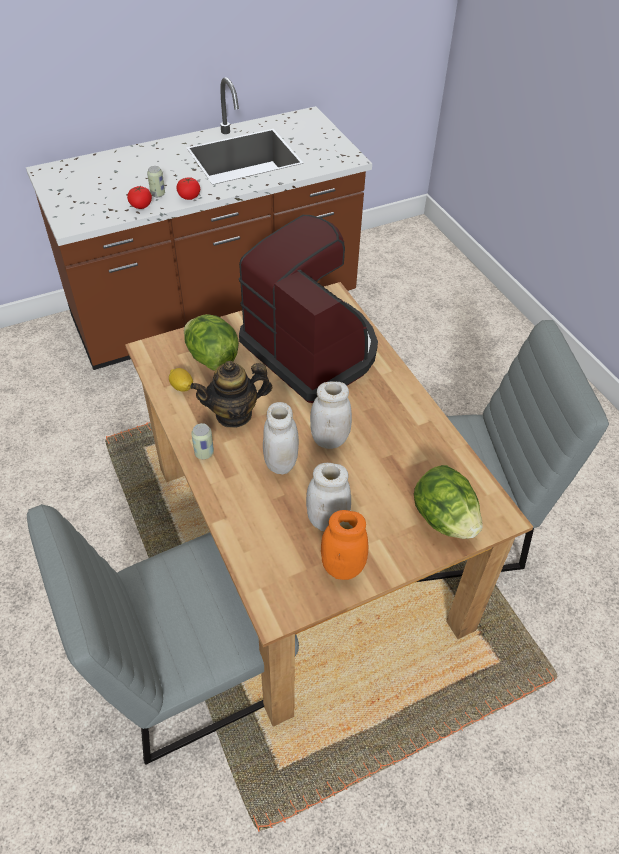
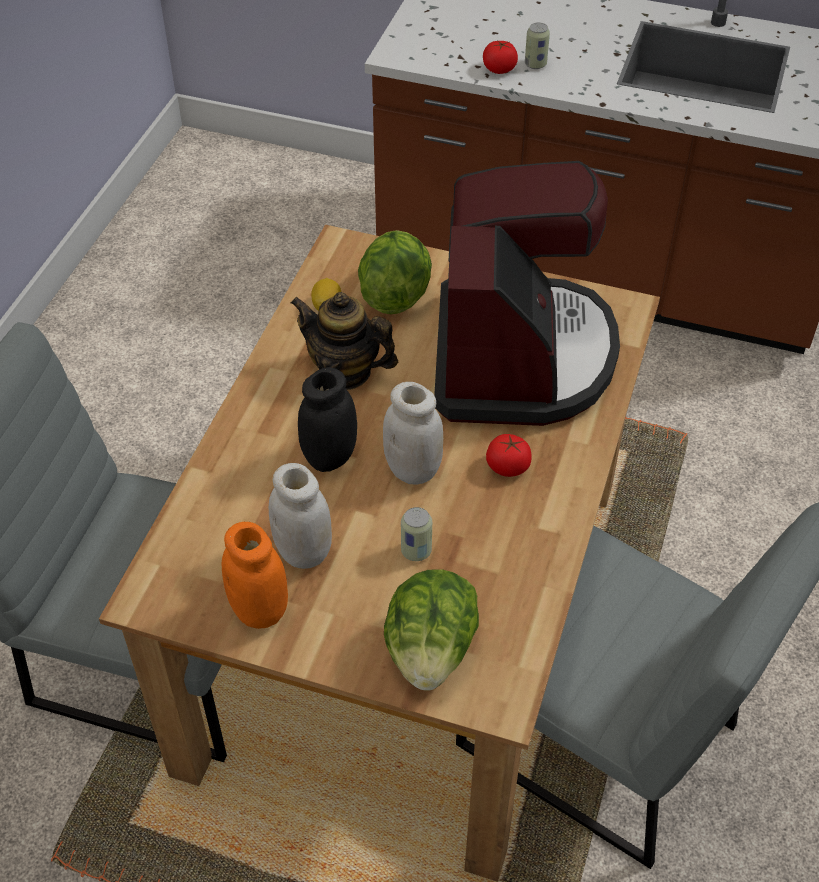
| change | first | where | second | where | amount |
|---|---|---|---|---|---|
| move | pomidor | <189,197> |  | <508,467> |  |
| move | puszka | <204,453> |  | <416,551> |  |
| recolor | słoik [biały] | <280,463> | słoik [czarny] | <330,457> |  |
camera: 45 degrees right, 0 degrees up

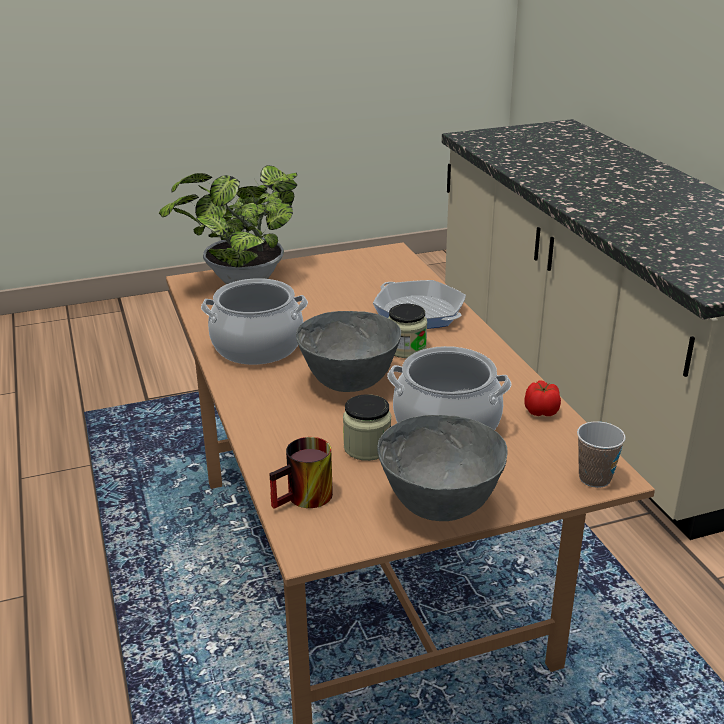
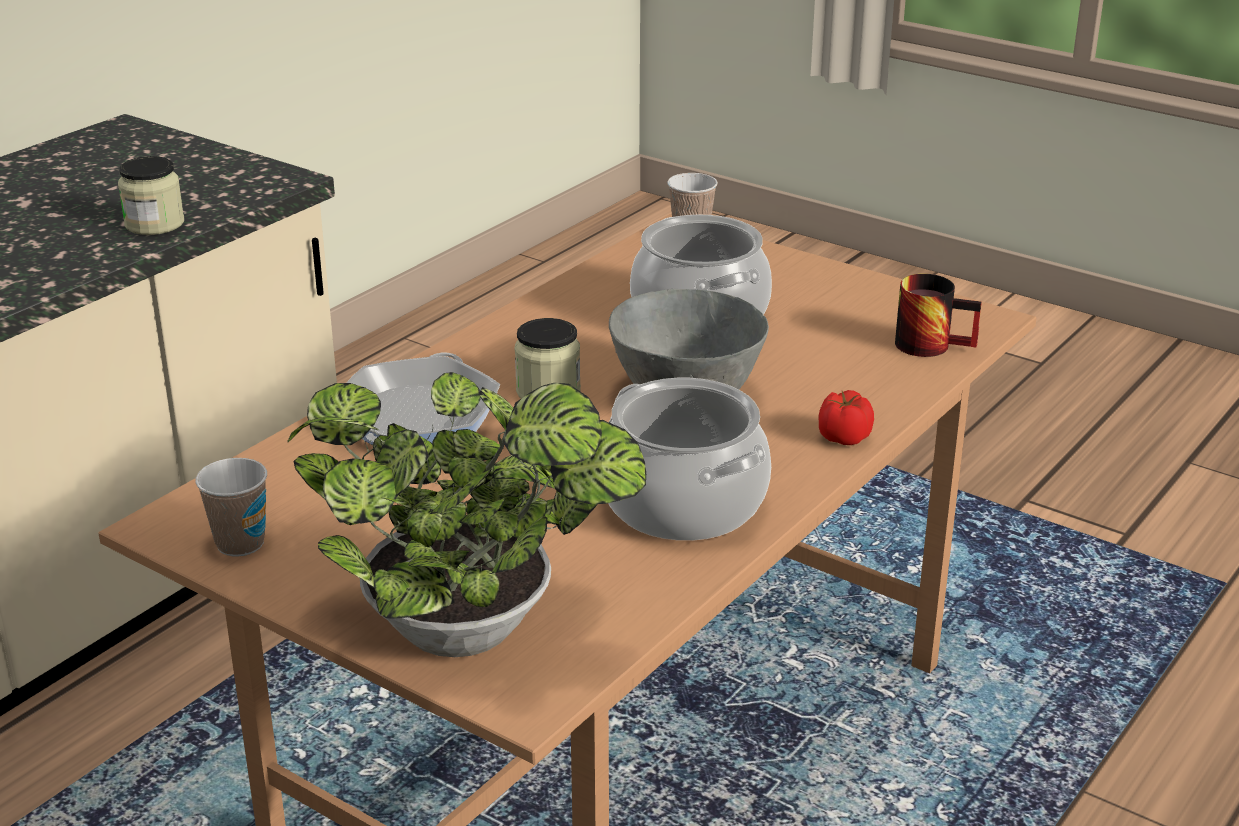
| change | first | where | second | where | amount |
|---|---|---|---|---|---|
| delete | miska [szary] | <440,506> |  |  |  |
| insert |  |  | filiżanka | <240,543> |  |
| move | słoik | <367,447> |  | <154,224> |  |
| move | pomidor | <541,411> |  | <842,438> |  |
camera: 125 degrees left, 0 degrees up

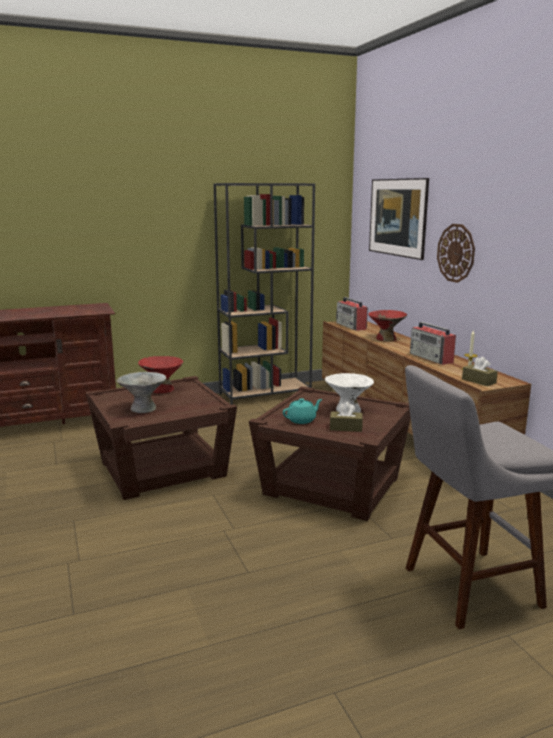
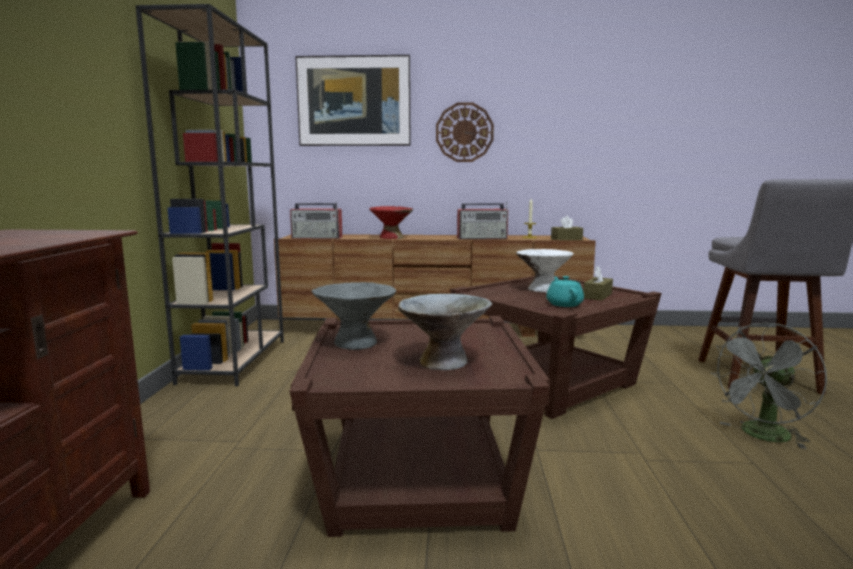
| change | first | where | second | where | amount |
|---|---|---|---|---|---|
| insert |  |  | wentylator [szary] | <762,436> |  |
| recolor | miska [czerwony] | <162,389> | miska [szary] | <355,343> |  |
camera: 65 degrees left, 5 degrees down

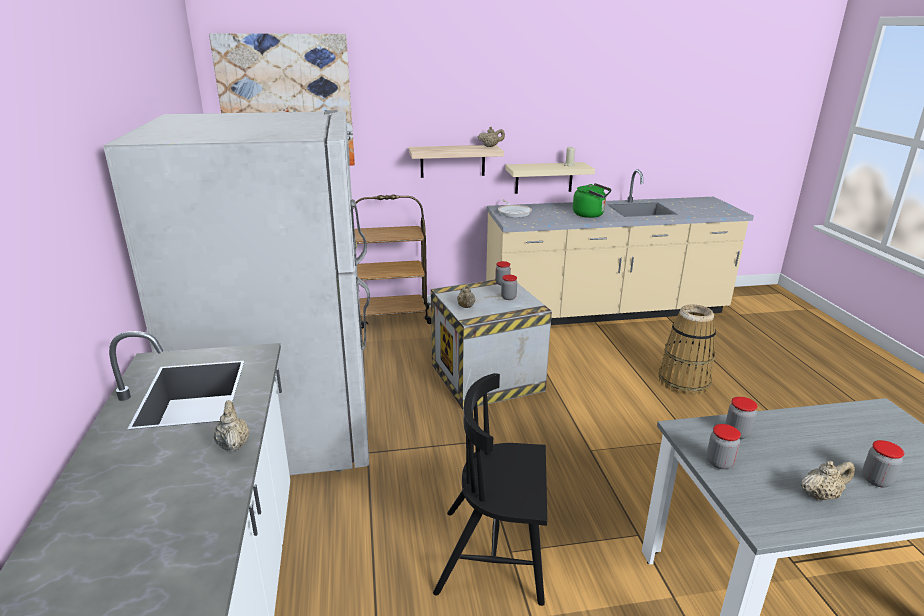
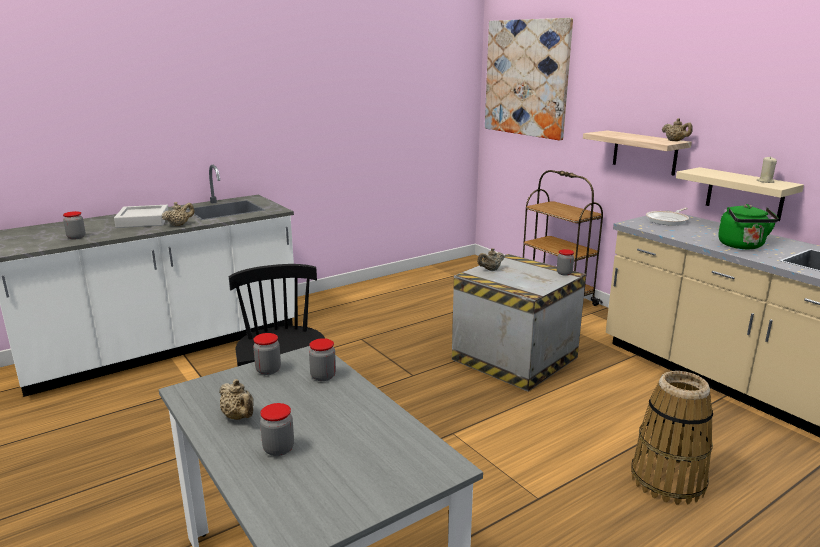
| change | first | where | second | where | amount |
|---|---|---|---|---|---|
| delete | lodówka [biały] | <286,429> |  |  |  |
| insert |  |  | taca [szary] | <143,221> |  |
| move | słoik | <508,297> |  | <76,237> |  |
camera: 65 degrees right, 5 degrees down

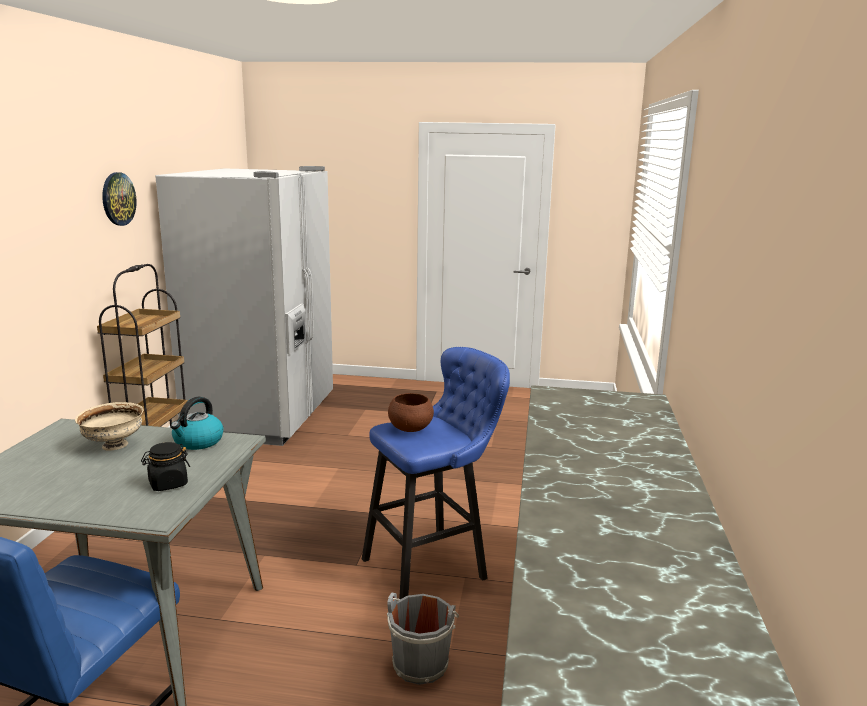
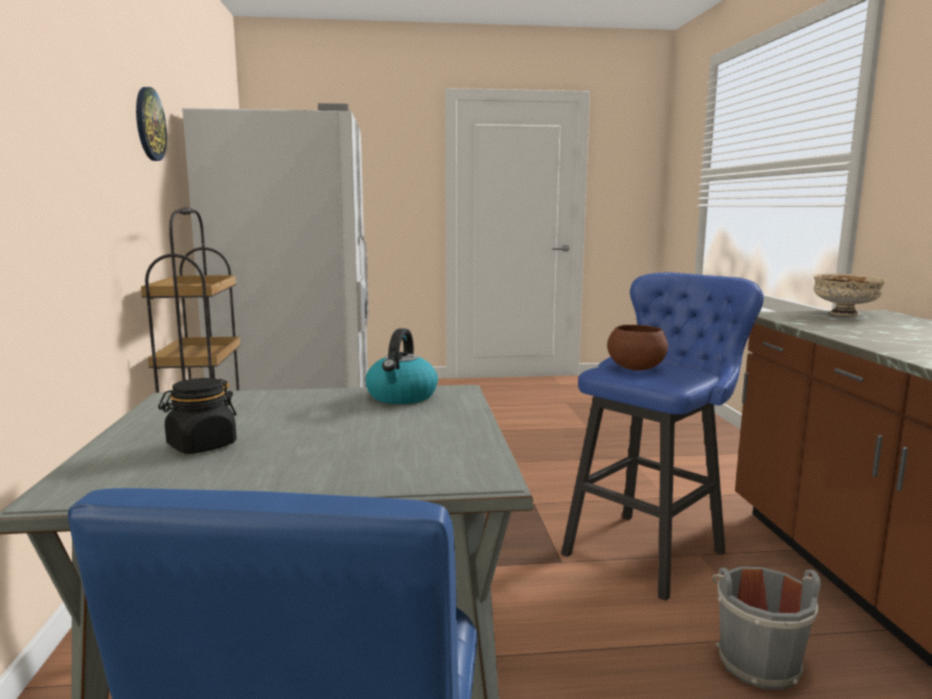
| change | first | where | second | where | amount |
|---|---|---|---|---|---|
| move | miska [beżowy] | <114,446> |  | <845,314> |  |
| move | słoik [czarny] | <168,484> |  | <201,446> |  |
camera: 15 degrees left, 5 degrees down

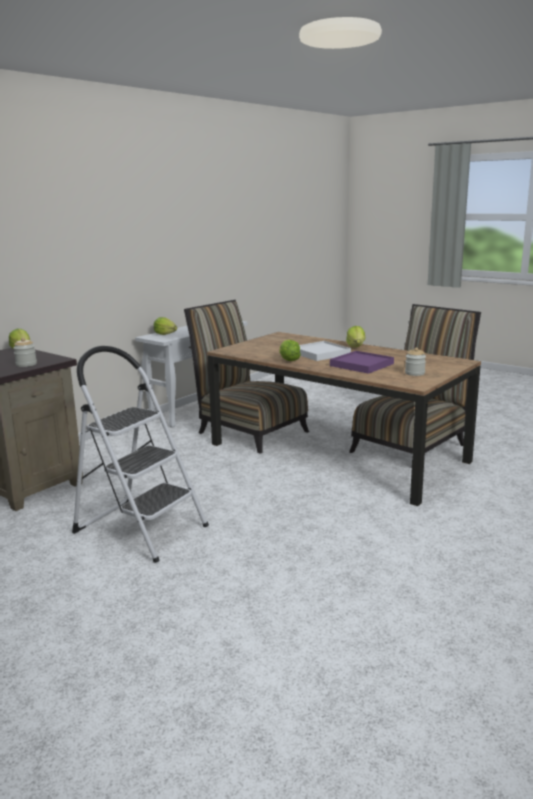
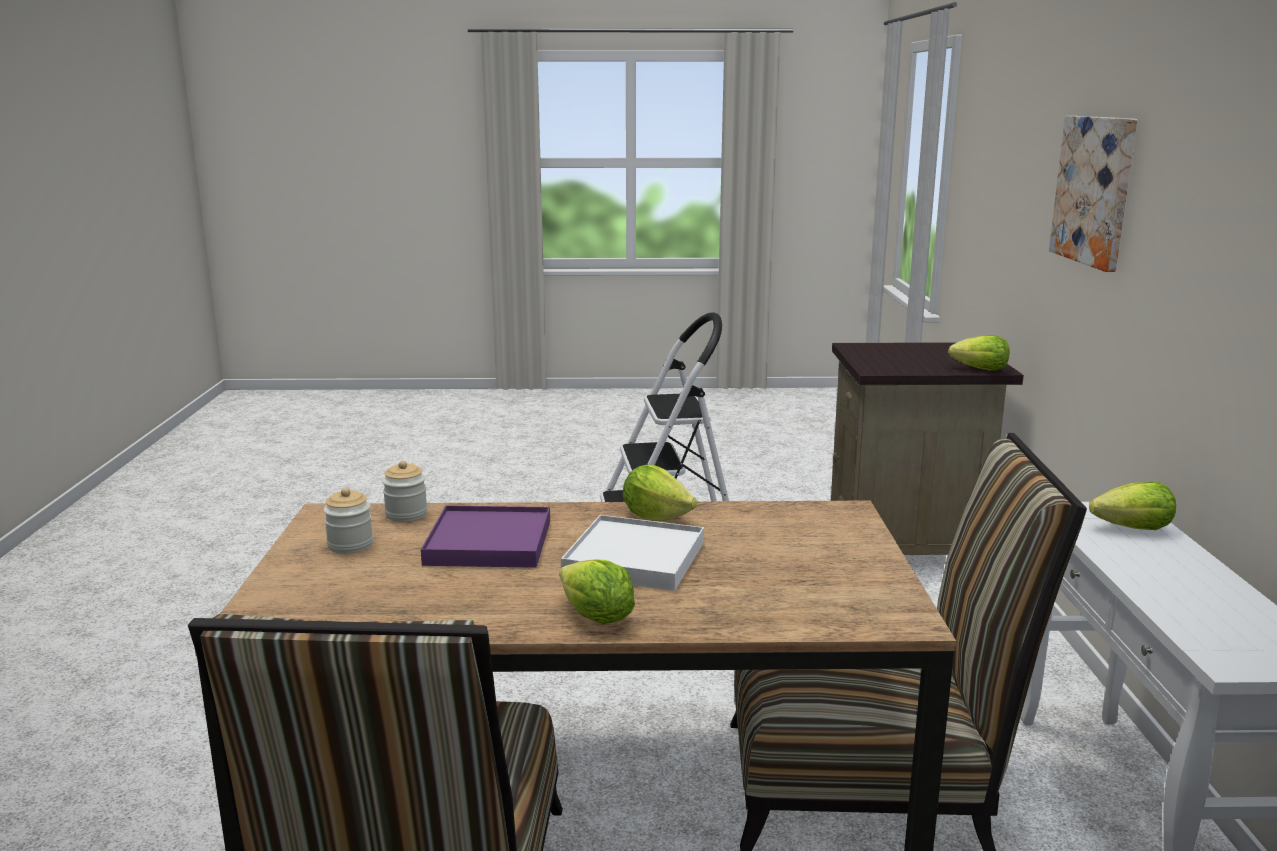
| change | first | where | second | where | amount |
|---|---|---|---|---|---|
| insert |  |  | obraz | <1095,190> |  |
| move | słoik | <26,364> |  | <406,514> |  |
camera: 140 degrees right, 0 degrees up

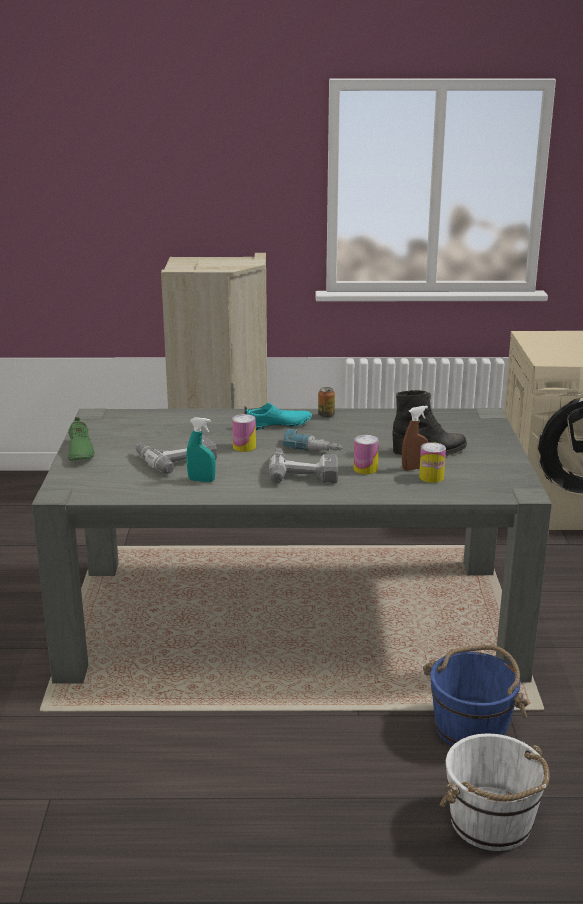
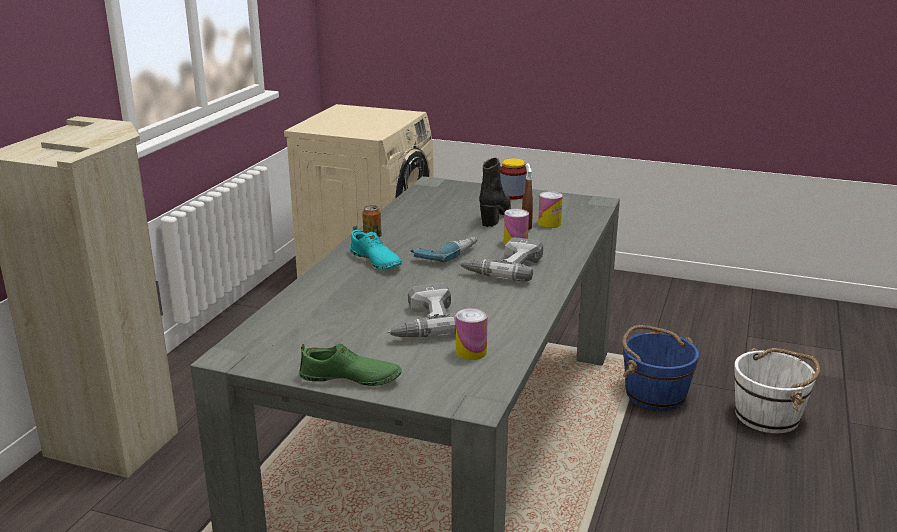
| change | first | where | second | where | amount |
|---|---|---|---|---|---|
| delete | spryskiwacz [turkusowy] | <201,480> |  |  |  |
| insert |  |  | słoik | <512,195> |  |
| move | puszka | <244,447> |  | <471,352> |  |
| rotate | but [turkusowy] | <277,425> |  | <375,261> | 135 degrees clockwise |
camera: 70 degrees left, 0 degrees up

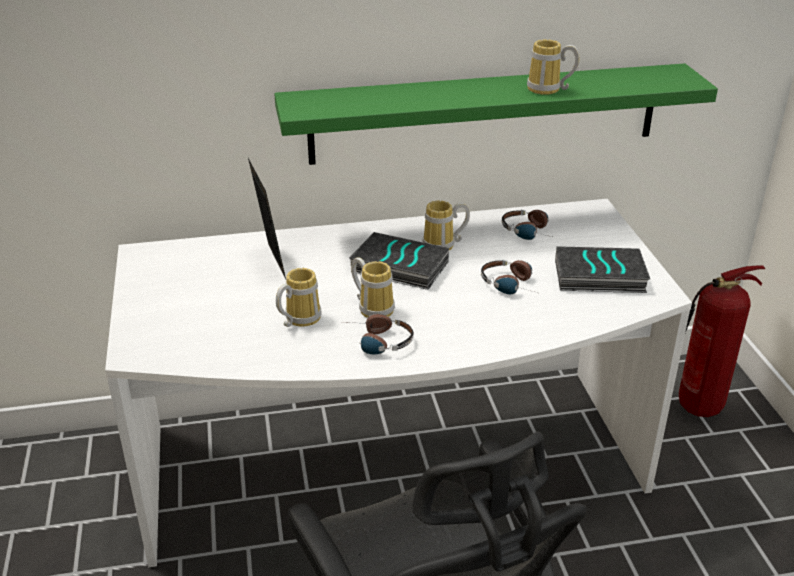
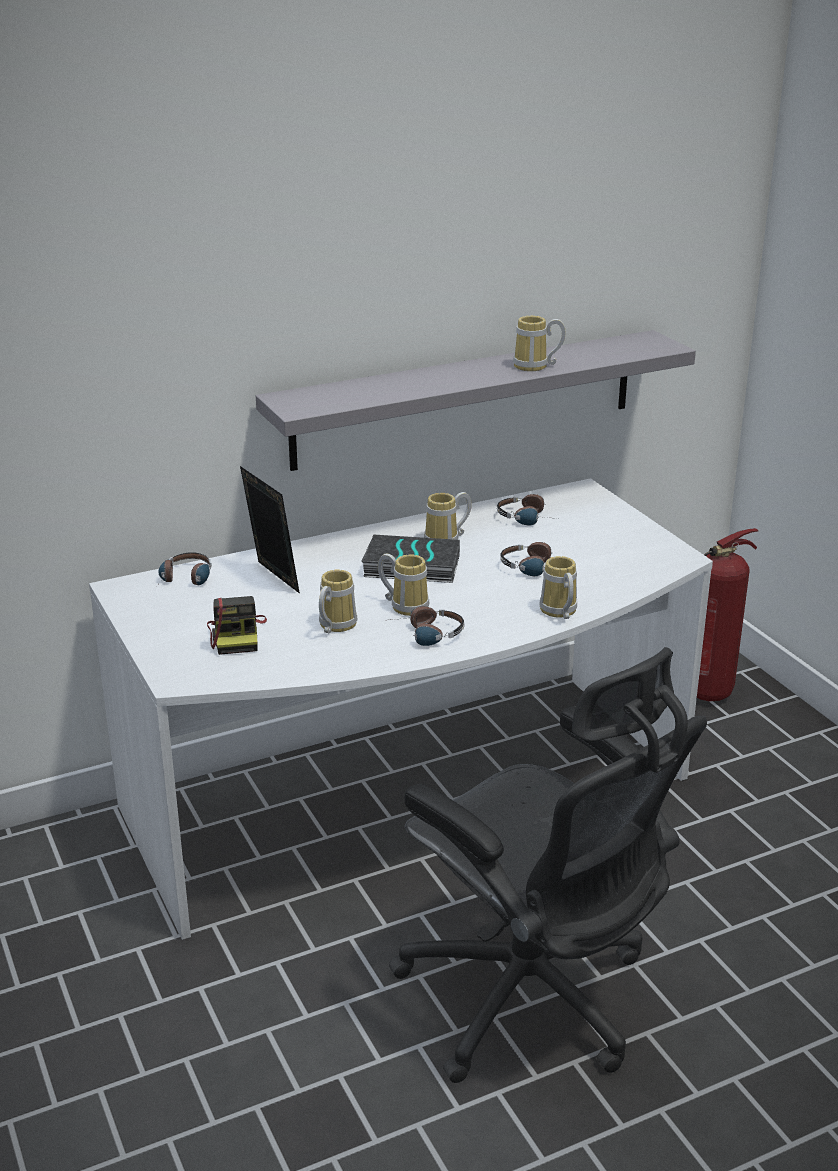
| change | first | where | second | where | amount |
|---|---|---|---|---|---|
| delete | książka | <598,277> |  |  |  |
| insert |  |  | słuchawki | <185,581> |  |
| insert |  |  | aparat fotograficzny | <237,635> |  |
| insert |  |  | kubek | <557,612> |  |
| recolor | półka [zielony] | <485,113> | półka [szary] | <466,399> |  |
camera: 15 degrees left, 5 degrees down

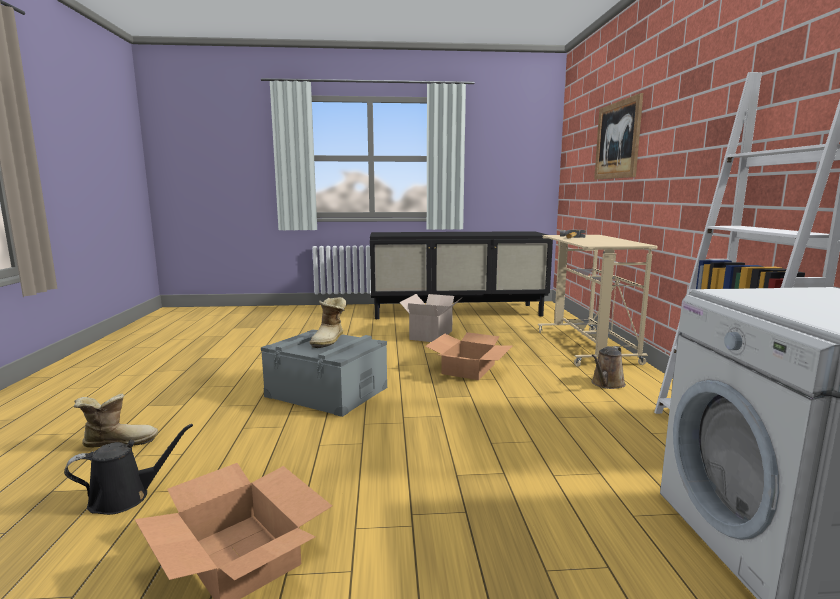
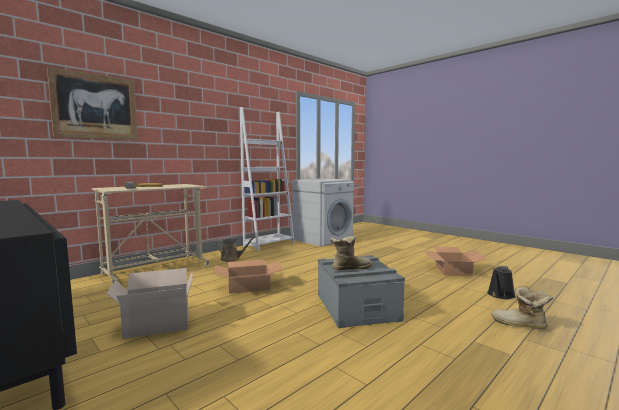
| change | first | where | second | where | amount |
|---|---|---|---|---|---|
| rotate | konewka [czarny] | <125,497> |  | <500,295> | 75 degrees counterclockwise |
camera: 130 degrees left, 5 degrees down

